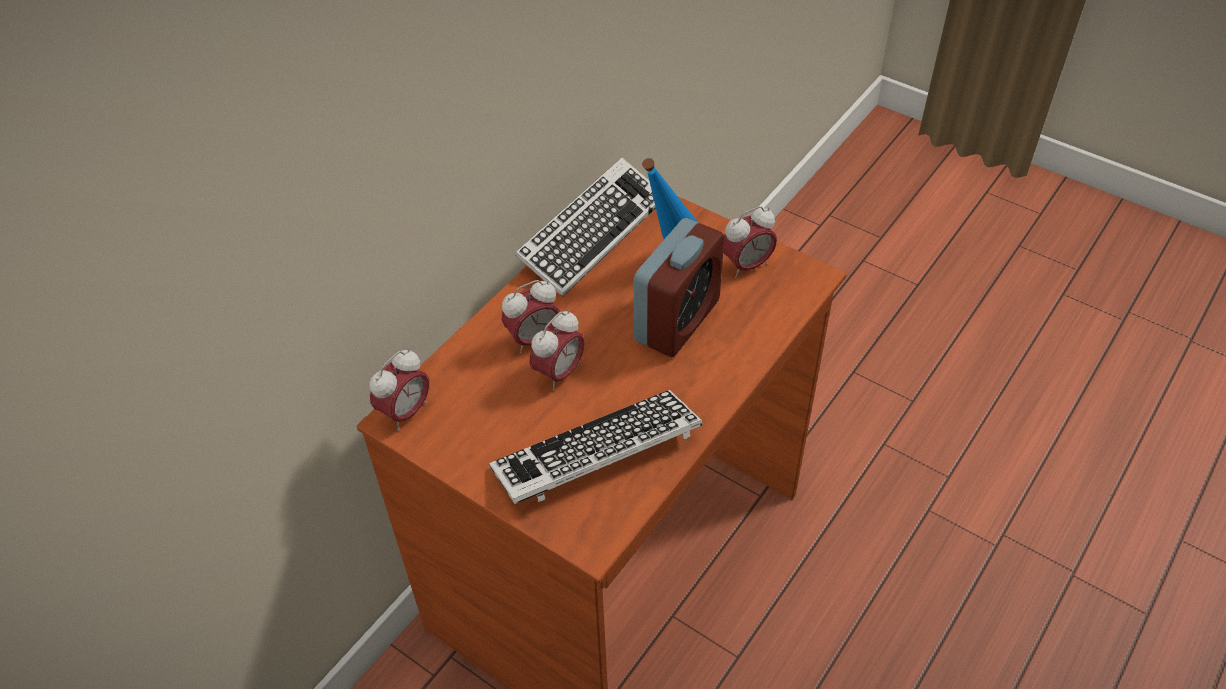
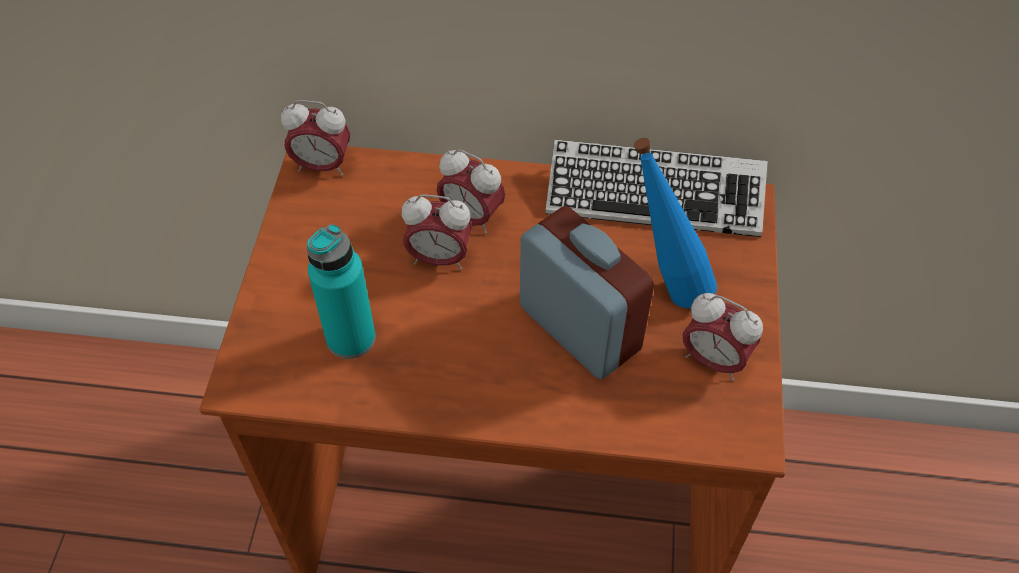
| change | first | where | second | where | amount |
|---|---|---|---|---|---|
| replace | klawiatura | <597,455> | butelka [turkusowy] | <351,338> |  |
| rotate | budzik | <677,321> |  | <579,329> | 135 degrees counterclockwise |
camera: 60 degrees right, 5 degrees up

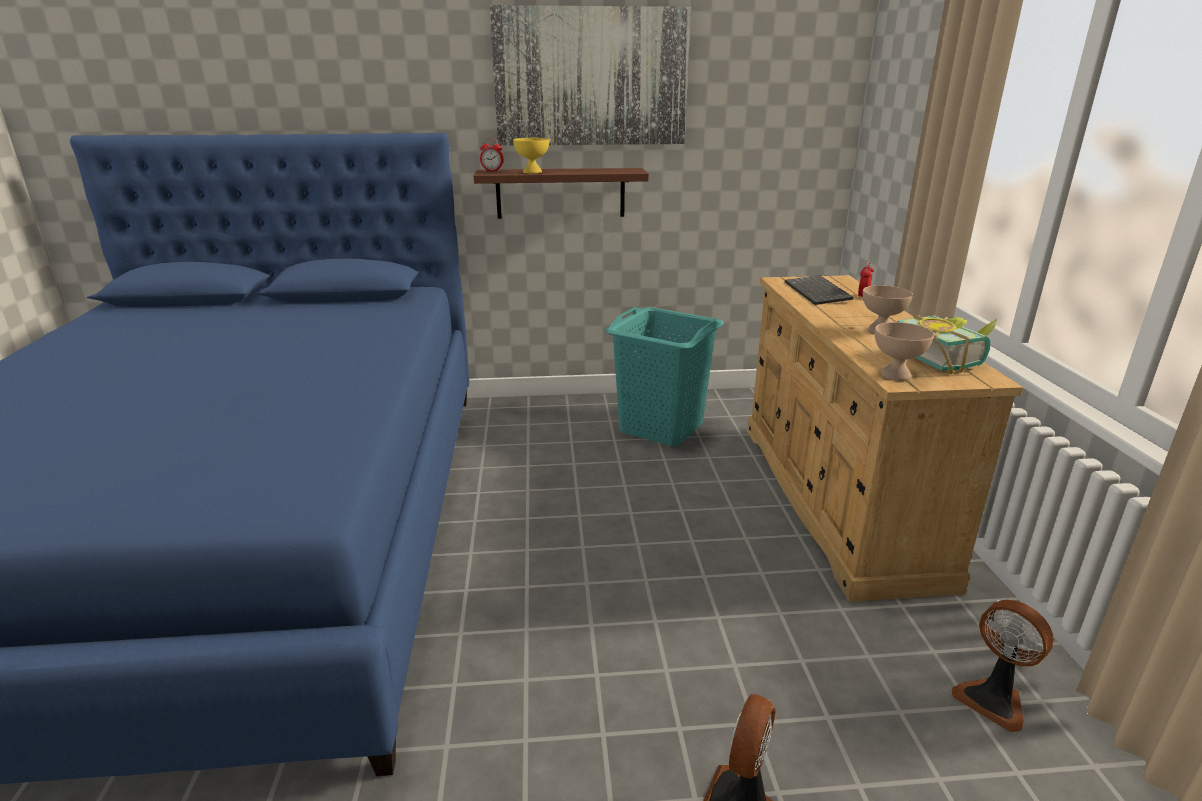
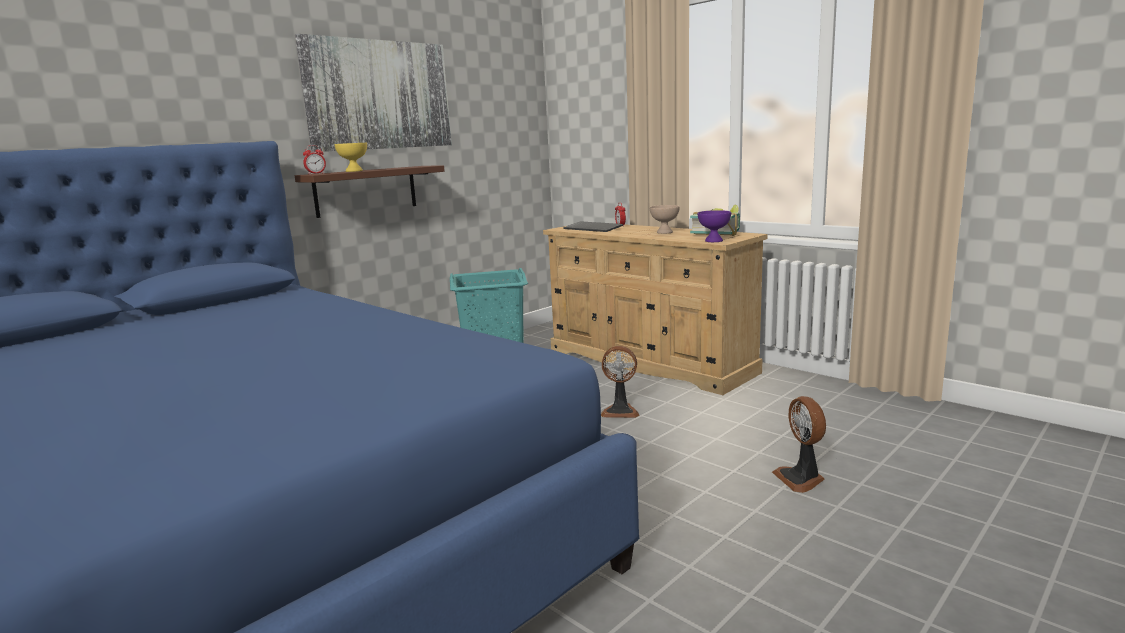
| change | first | where | second | where | amount |
|---|---|---|---|---|---|
| move | wentylator | <993,700> |  | <620,411> |  |
| recolor | miska [beżowy] | <895,375> | miska [fioletowy] | <713,241> |  |
camera: 40 degrees left, 10 degrees down

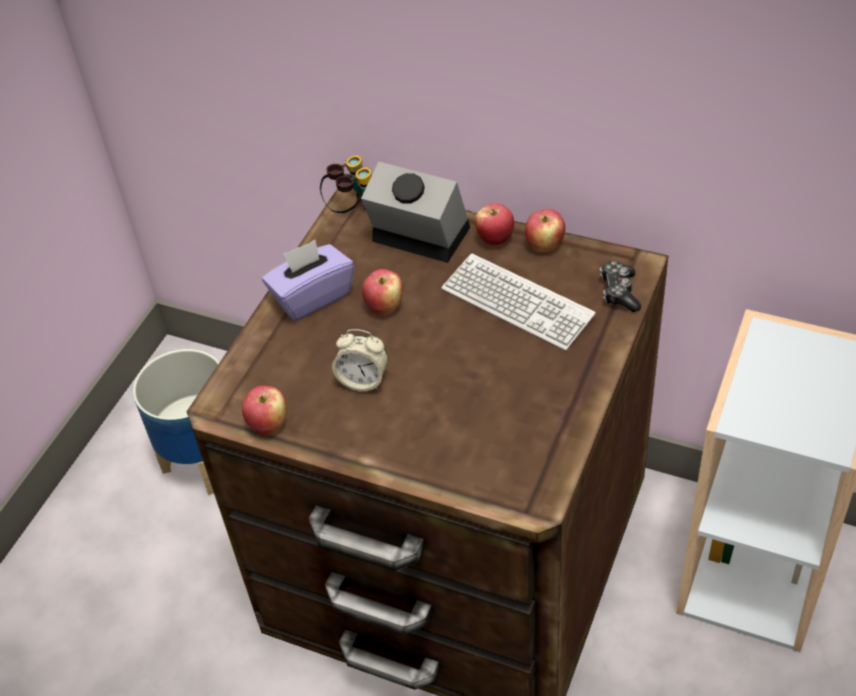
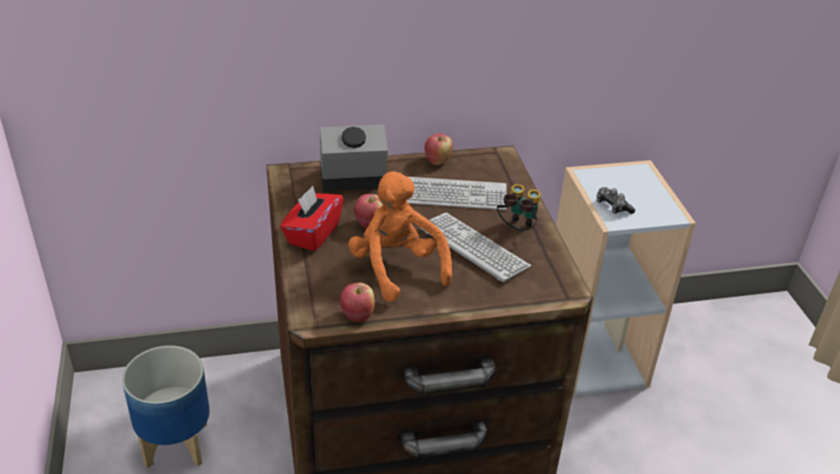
| change | first | where | second | where | amount |
|---|---|---|---|---|---|
| delete | jabłko | <495,239> |  |  |  |
| insert |  |  | klawiatura | <473,247> |  |
| move | lornetka | <351,209> |  | <517,229> |  |
| move | pad do gier | <619,292> |  | <612,206> |  |
| replace | budzik | <363,380> | pluszak [pomarańczowy] | <397,268> |  |
| recolor | pudełko chusteczek [fioletowy] | <312,296> | pudełko chusteczek [czerwony] | <312,234> |  |
camera: 40 degrees left, 10 degrees down

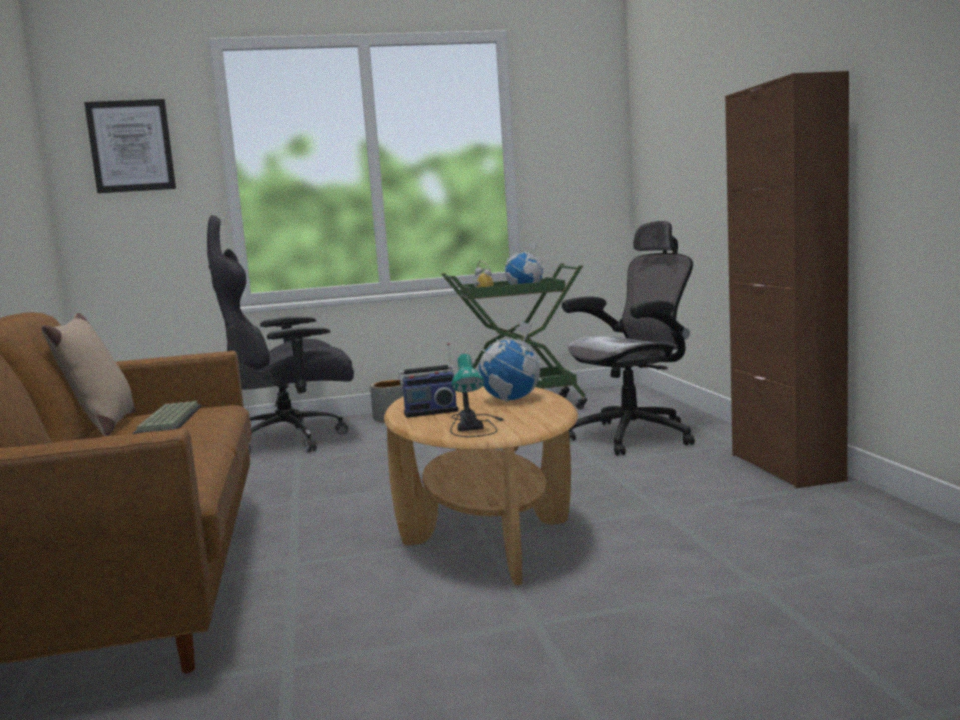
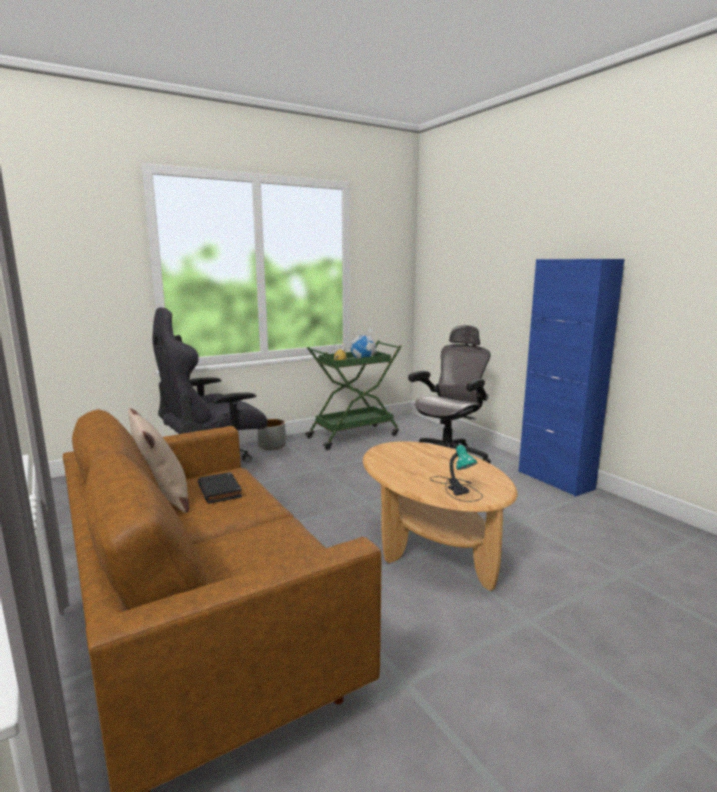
| change | first | where | second | where | amount |
|---|---|---|---|---|---|
| delete | obraz | <131,146> |  |  |  |
| delete | radio | <430,412> |  |  |  |
| delete | globus | <512,399> |  |  |  |
| replace | klawiatura | <170,420> | książka [czarny] | <220,491> |  |
| recolor | szafka [brązowy] | <785,467> | szafka [niebieski] | <555,480> |  |
camera: 20 degrees left, 5 degrees up

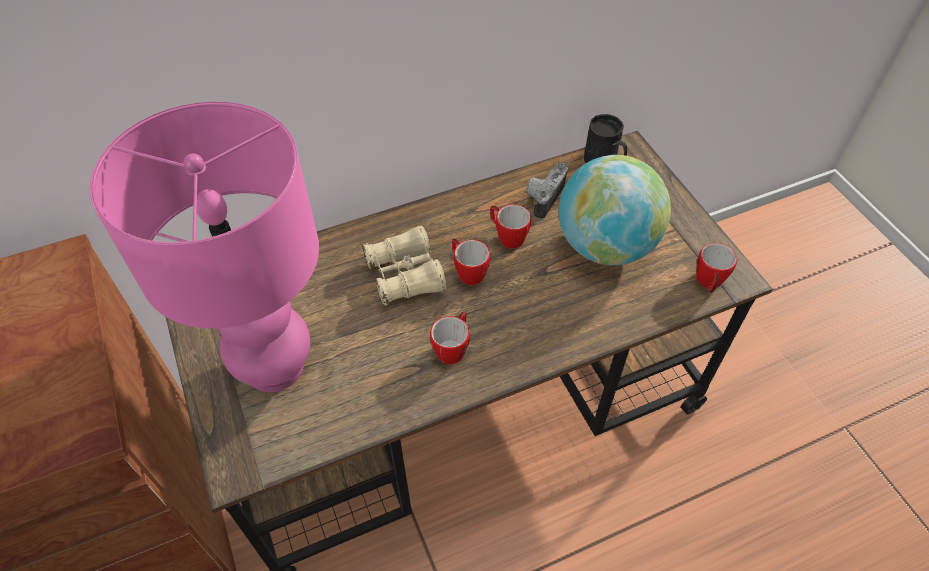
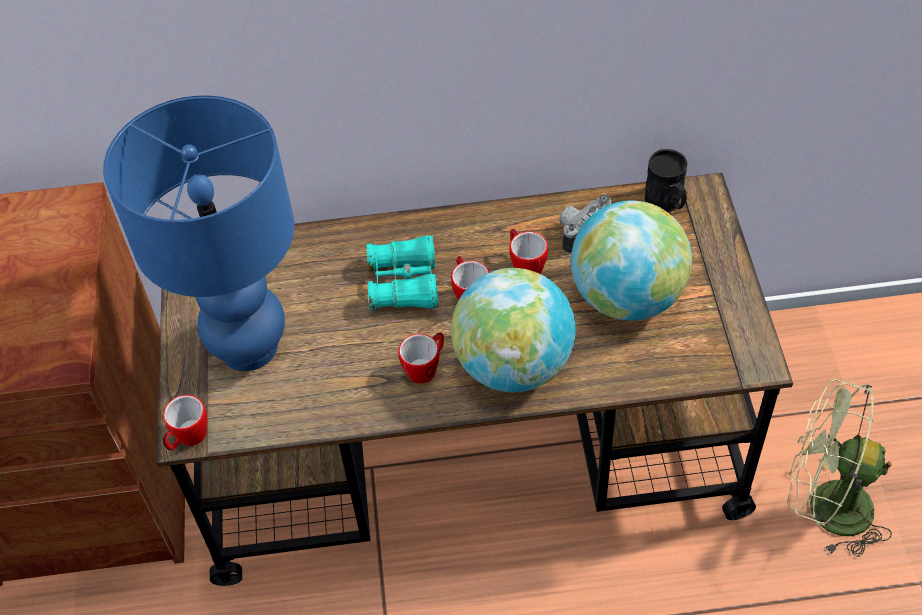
| change | first | where | second | where | amount |
|---|---|---|---|---|---|
| insert |  |  | globus | <513,364> |  |
| insert |  |  | wentylator [zielony] | <825,507> |  |
| move | kubek | <708,283> |  | <188,438> |  |
| recolor | lampa stołowa [różowy] | <275,366> | lampa stołowa [niebieski] | <250,347> |  |
| recolor | lornetka [beżowy] | <405,275> | lornetka [turkusowy] | <404,284> |  |
camera: 20 degrees right, 0 degrees up

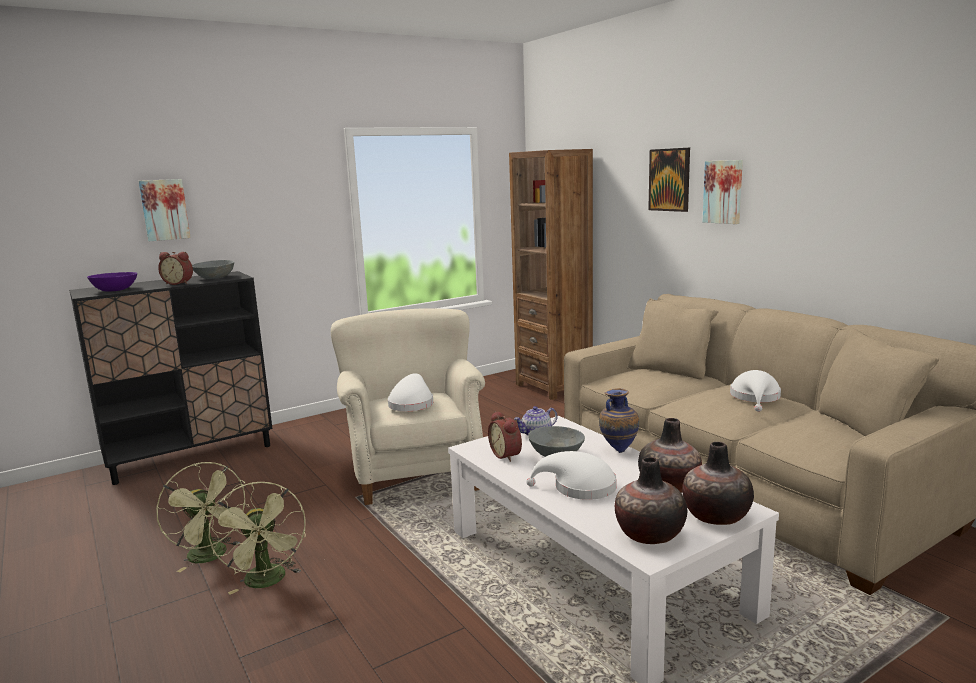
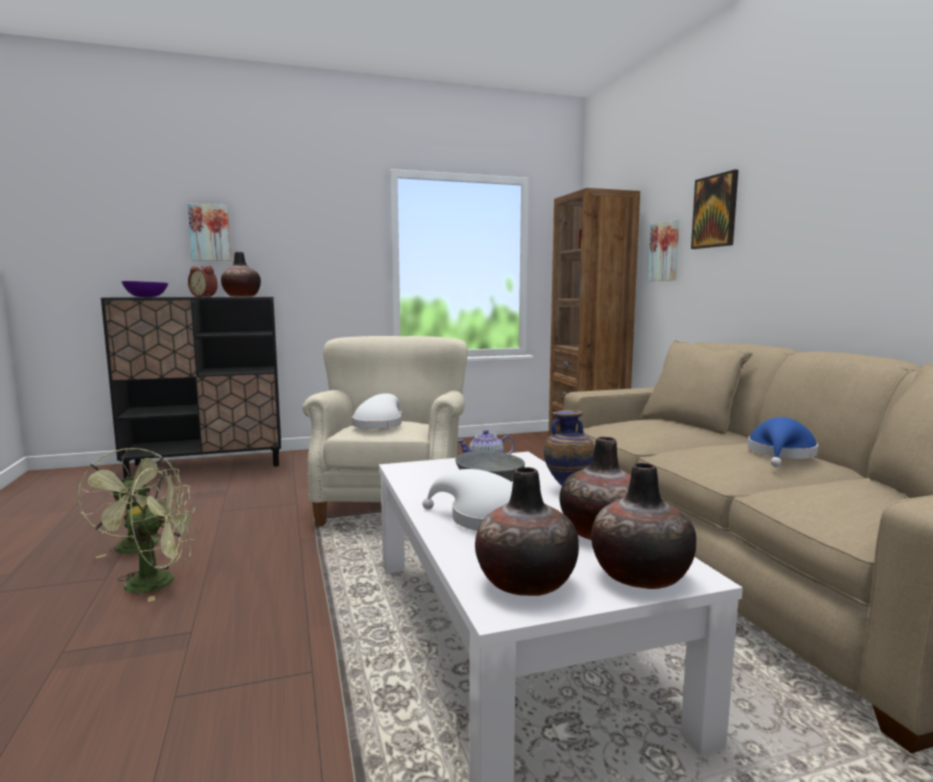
| change | first | where | second | where | amount |
|---|---|---|---|---|---|
| delete | budzik | <507,455> |  |  |  |
| move | obraz | <723,191> |  | <665,251> |  |
| replace | miska [szary] | <214,278> | wazon | <241,296> |  |
| recolor | kapelusz [biały] | <755,398> | kapelusz [niebieski] | <781,454> |  |
| rotate | wentylator [zielony] | <267,582> |  | <162,582> | 90 degrees counterclockwise |
camera: 15 degrees right, 5 degrees down

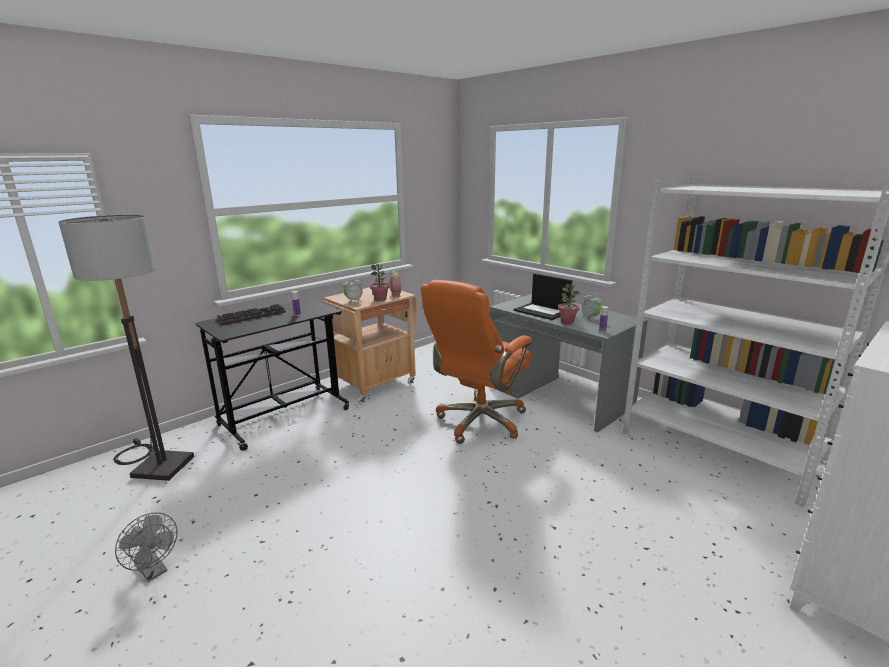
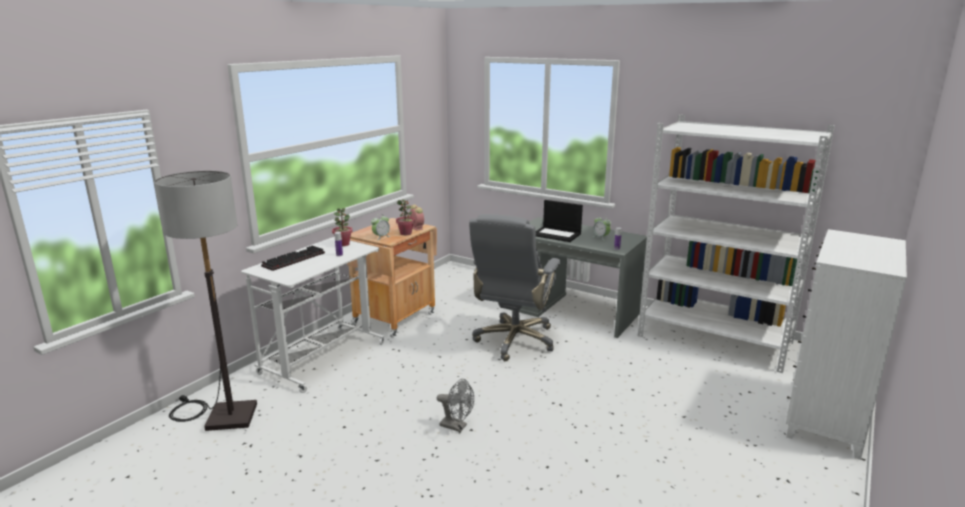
| change | first | where | second | where | amount |
|---|---|---|---|---|---|
| move | wentylator [szary] | <154,571> |  | <457,426> |  |
| move | roślina doniczkowa | <567,322> |  | <343,244> |  |
| recolor | biurko [czarny] | <284,417> | biurko [biały] | <323,358> |  |
| recolor | krzesło biurowe [pomarańczowy] | <478,423> | krzesło biurowe [szary] | <513,342> |  |
camera: 15 degrees left, 0 degrees up

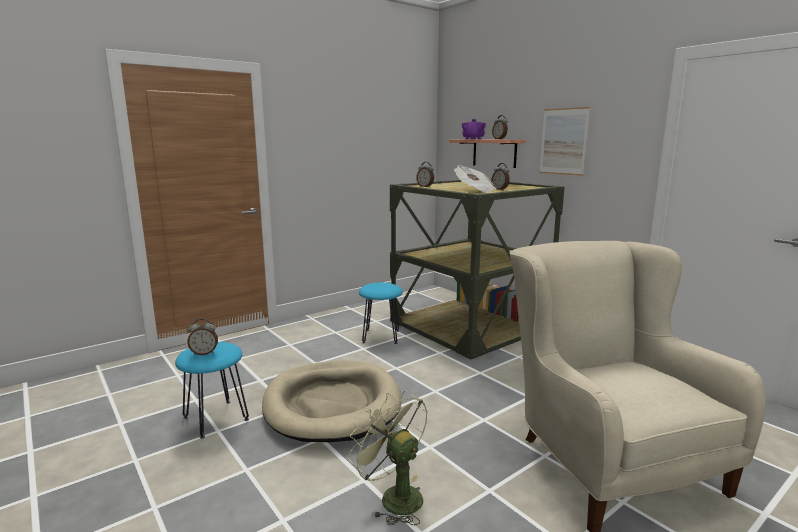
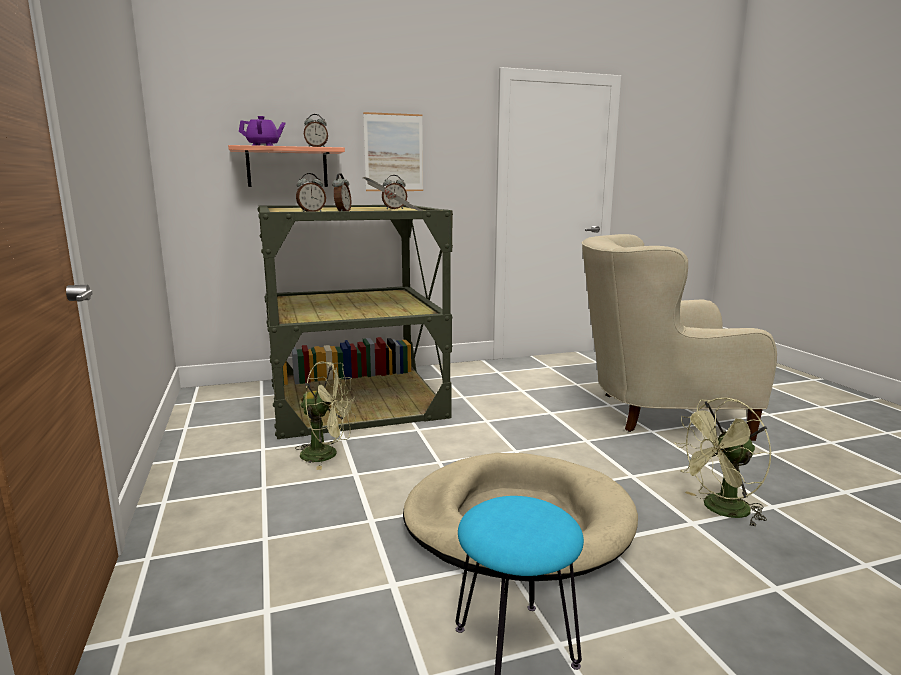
| change | first | where | second | where | amount |
|---|---|---|---|---|---|
| move | budzik | <204,353> |  | <342,212> |  |
| replace | stołek [turkusowy] | <381,336> | wentylator [zielony] | <327,454> |  |
camera: 70 degrees left, 0 degrees up

